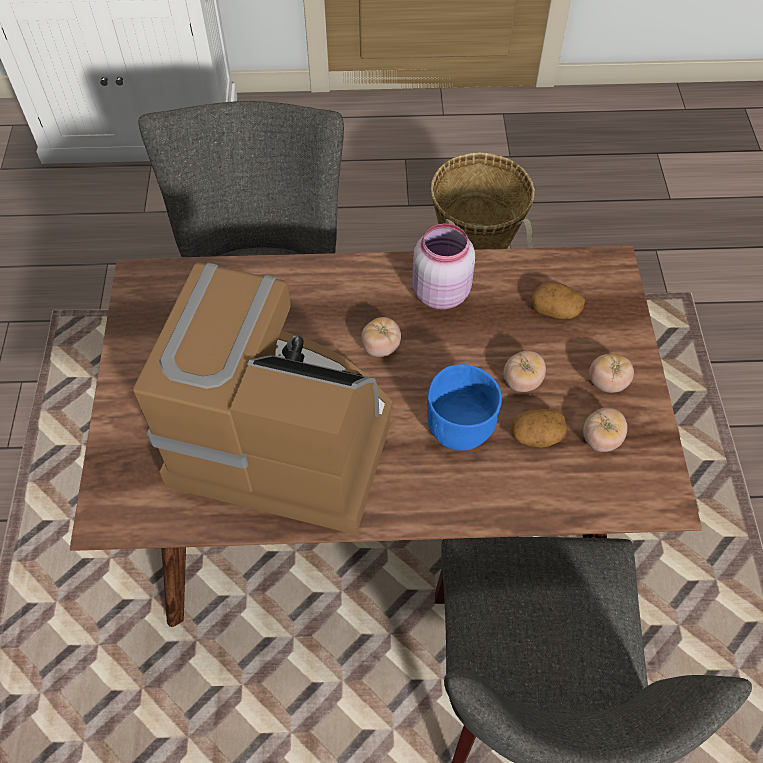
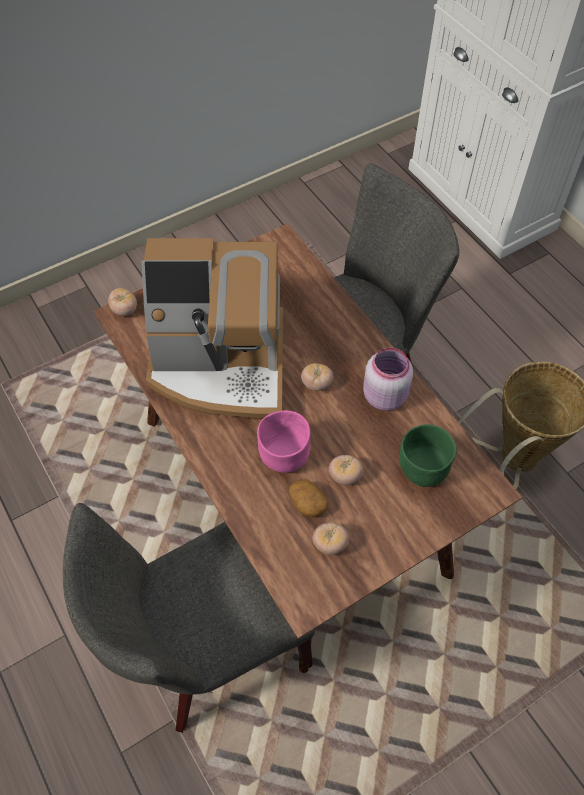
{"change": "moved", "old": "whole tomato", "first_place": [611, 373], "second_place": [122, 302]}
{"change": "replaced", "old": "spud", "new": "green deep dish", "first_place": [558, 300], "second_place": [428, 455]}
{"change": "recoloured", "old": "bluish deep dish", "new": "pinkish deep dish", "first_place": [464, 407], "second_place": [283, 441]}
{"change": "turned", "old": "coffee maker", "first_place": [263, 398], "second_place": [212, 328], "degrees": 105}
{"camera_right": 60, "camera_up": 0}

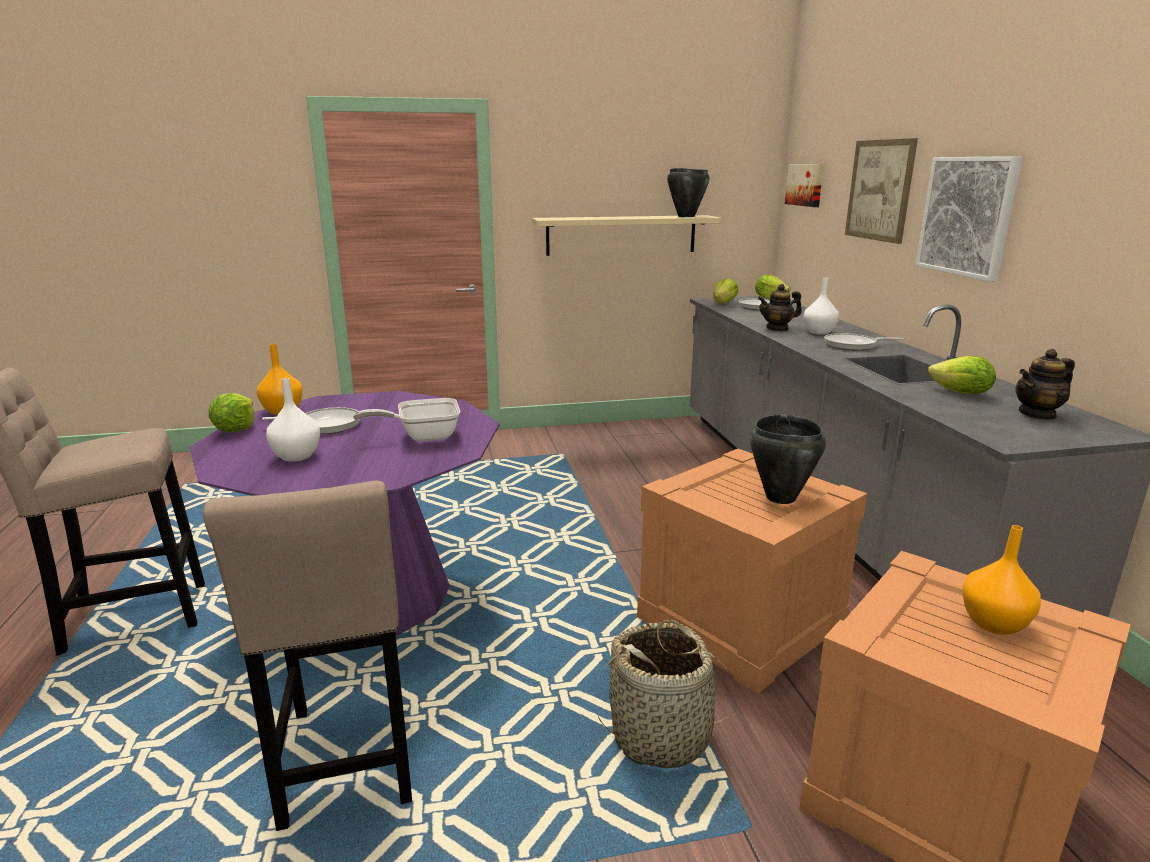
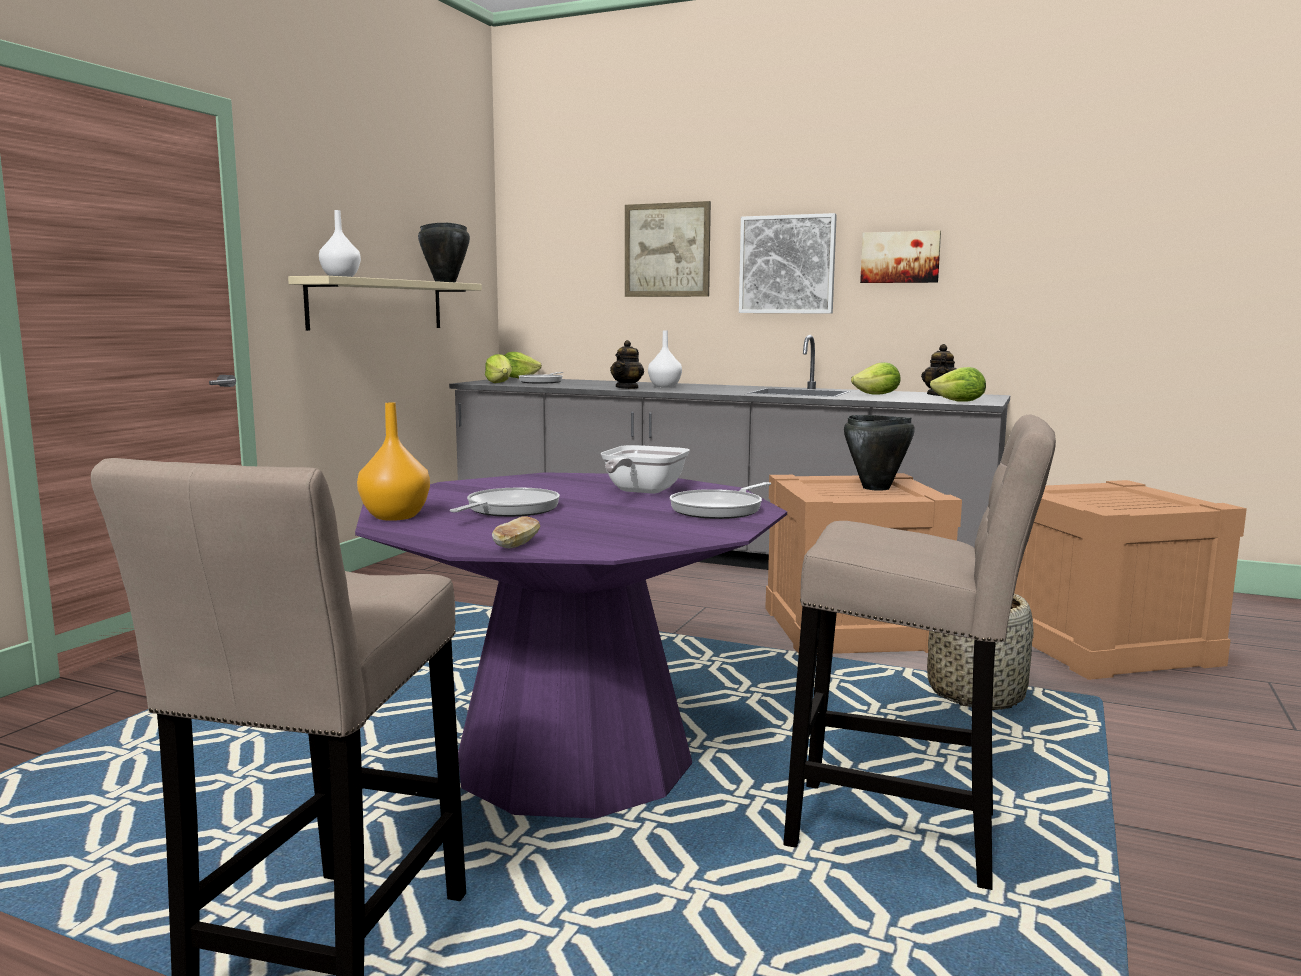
{"change": "removed", "old": "orangey vase", "first_place": [1001, 580]}
{"change": "added", "new": "bread", "second_place": [516, 532]}
{"change": "moved", "old": "lettuce", "first_place": [232, 412], "second_place": [958, 384]}
{"change": "moved", "old": "white-coloured vase", "first_place": [293, 419], "second_place": [340, 243]}
{"change": "moved", "old": "wall art", "first_place": [804, 185], "second_place": [900, 257]}
{"change": "moved", "old": "pan", "first_place": [864, 341], "second_place": [720, 500]}
{"camera_right": -55, "camera_up": -10}

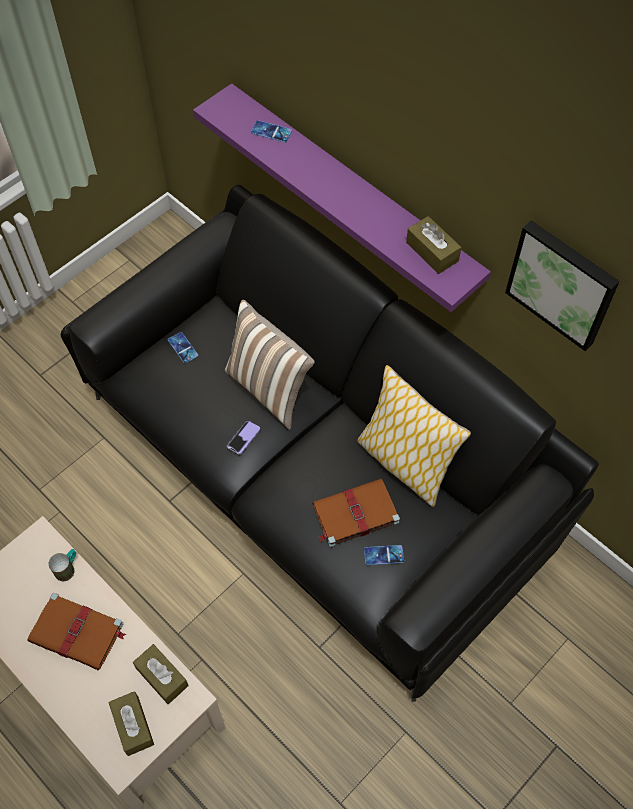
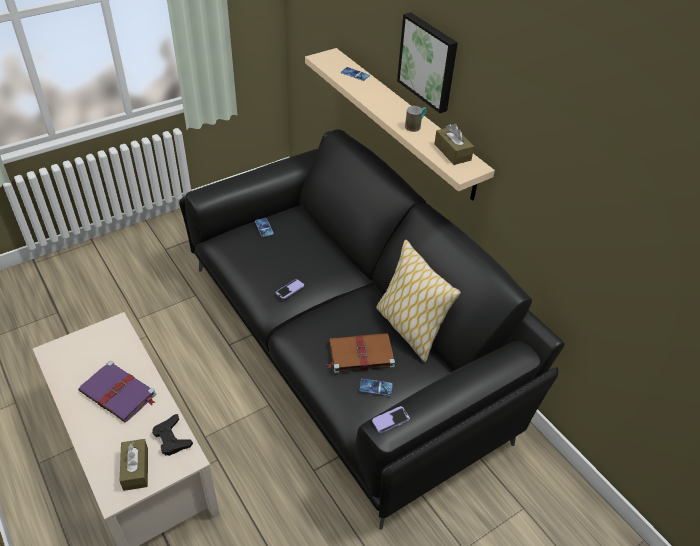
{"change": "removed", "old": "throw pillow", "first_place": [269, 365]}
{"change": "added", "new": "handset", "second_place": [391, 419]}
{"change": "moved", "old": "coffee mug", "first_place": [62, 565], "second_place": [415, 119]}
{"change": "moved", "old": "wall art", "first_place": [562, 285], "second_place": [427, 62]}
{"change": "replaced", "old": "brown-coloured tissue holder", "new": "black-coloured joypad", "first_place": [160, 674], "second_place": [172, 435]}
{"change": "recoloured", "old": "brown-coloured volume", "new": "purple volume", "first_place": [77, 631], "second_place": [117, 392]}
{"change": "recoloured", "old": "purple wall shelf", "new": "sand-coloured wall shelf", "first_place": [342, 197], "second_place": [400, 124]}
{"camera_right": 10, "camera_up": -15}

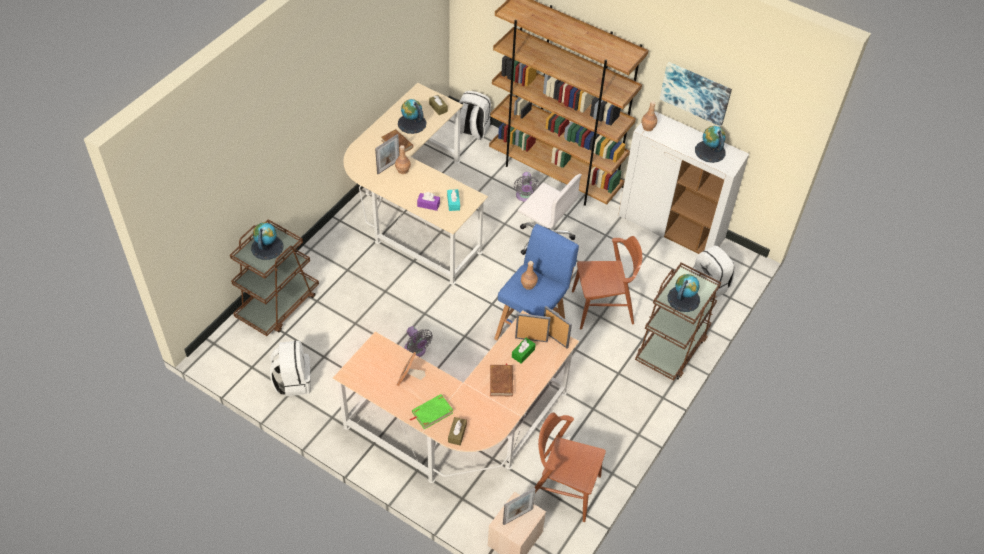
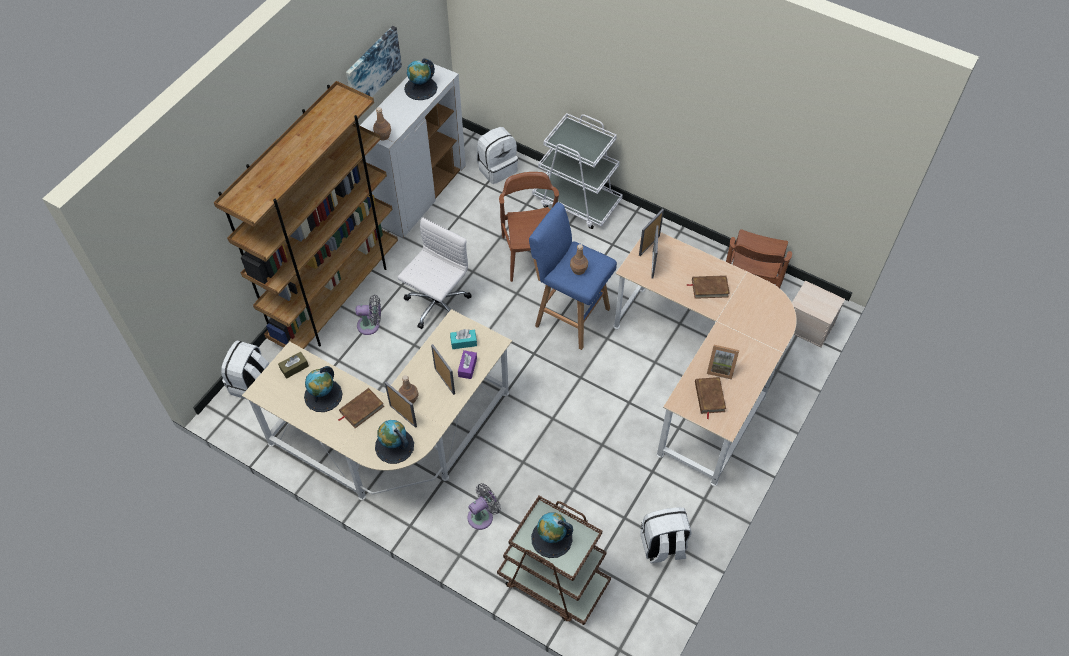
{"change": "removed", "old": "green volume", "first_place": [431, 411]}
{"change": "removed", "old": "brown-coloured tissue holder", "first_place": [457, 431]}
{"change": "removed", "old": "green tissue holder", "first_place": [524, 351]}
{"change": "added", "new": "brown-coloured volume", "second_place": [710, 398]}
{"change": "moved", "old": "grey fan", "first_place": [418, 341], "second_place": [484, 506]}
{"change": "moved", "old": "photo frame", "first_place": [519, 506], "second_place": [443, 369]}
{"change": "moved", "old": "world globe", "first_place": [684, 293], "second_place": [394, 442]}
{"change": "recoloured", "old": "brown-coloured wheeled cart", "new": "white-coloured wheeled cart", "first_place": [678, 322], "second_place": [577, 171]}
{"camera_right": -90, "camera_up": 5}

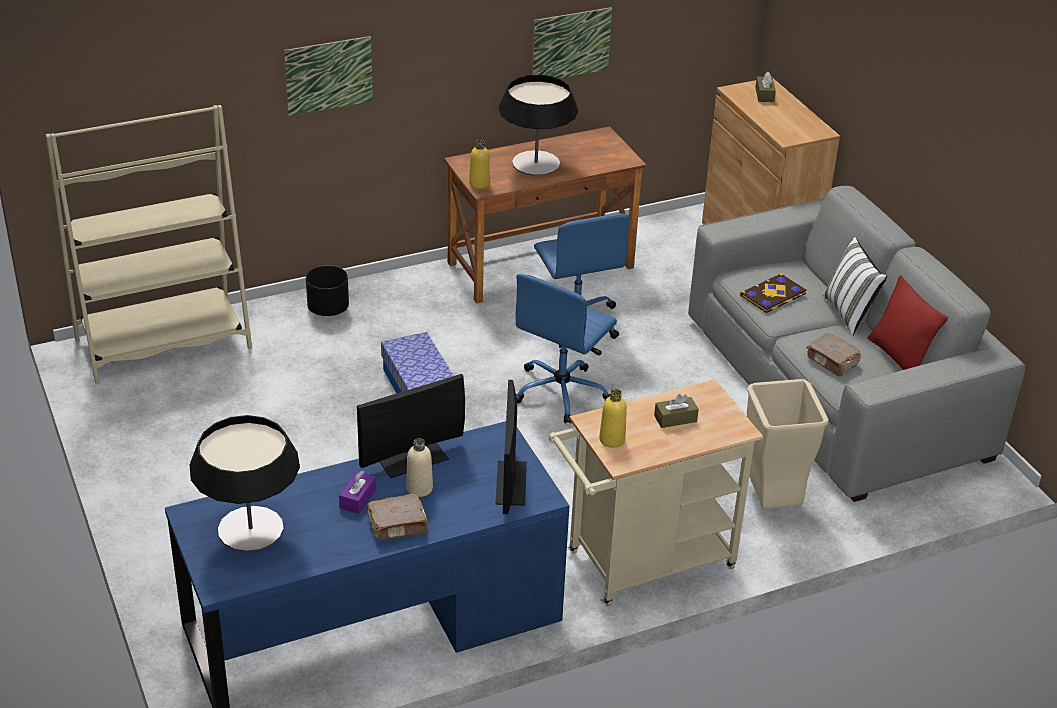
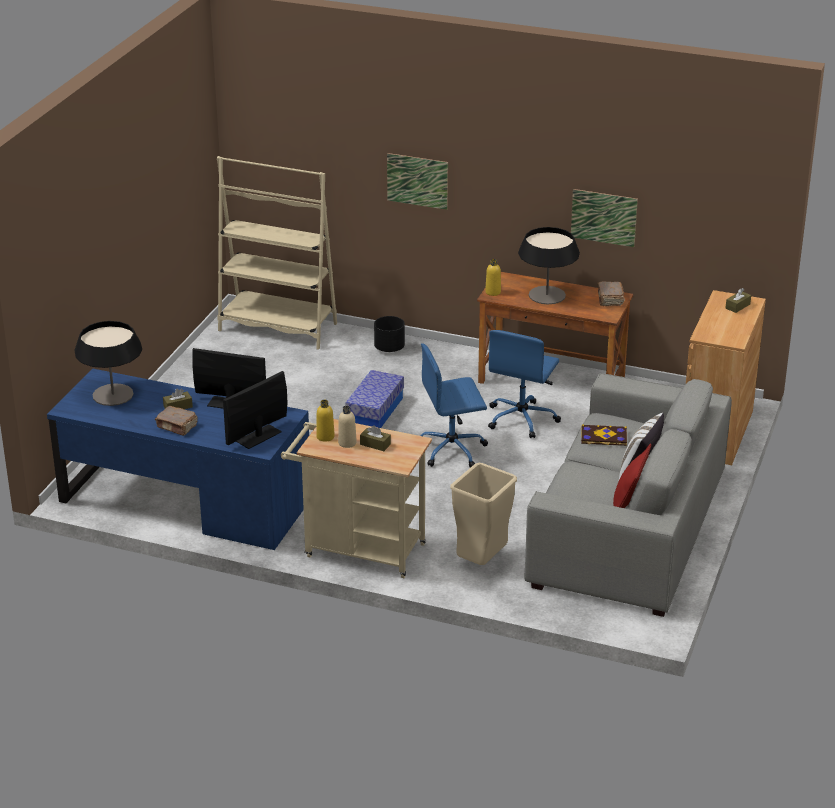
{"change": "moved", "old": "sand-coloured beverage bottle", "first_place": [419, 467], "second_place": [347, 427]}
{"change": "moved", "old": "brown-coloured volume", "first_place": [834, 354], "second_place": [611, 294]}
{"change": "recoloured", "old": "purple tissue holder", "new": "brown-coloured tissue holder", "first_place": [357, 492], "second_place": [178, 398]}
{"camera_right": 45, "camera_up": -5}

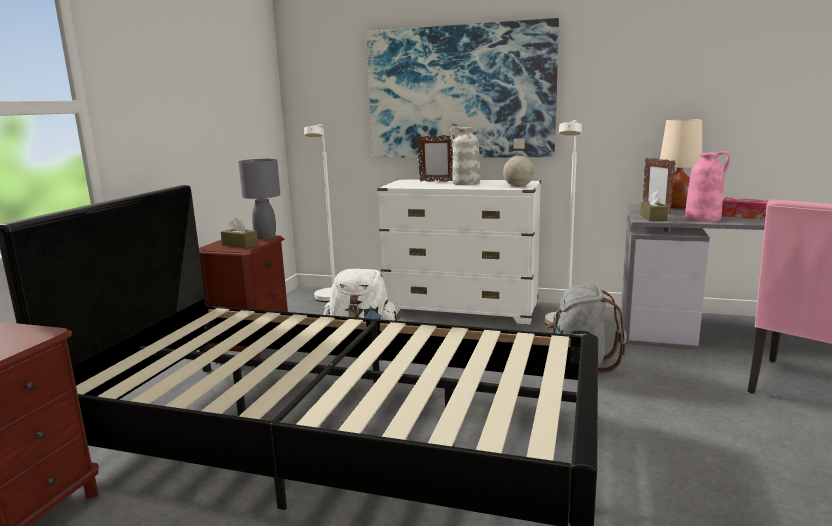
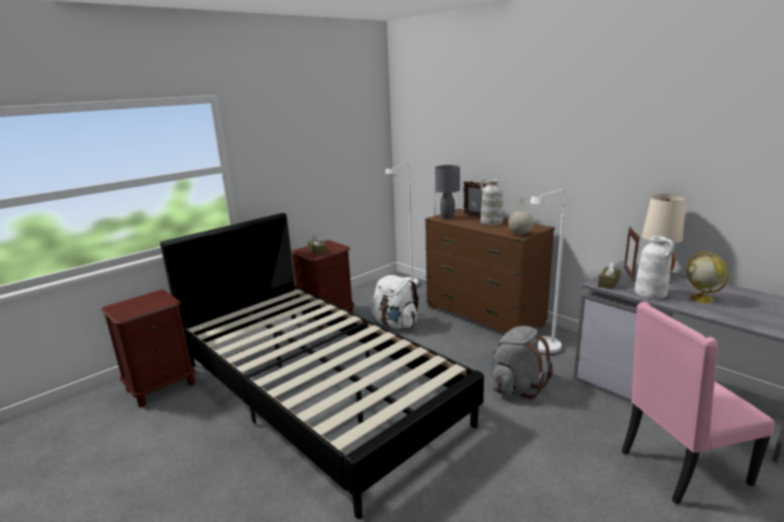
{"change": "removed", "old": "wall art", "first_place": [462, 88]}
{"change": "moved", "old": "grey lamp for a table", "first_place": [259, 199], "second_place": [447, 192]}
{"change": "replaced", "old": "tissue holder", "new": "world globe", "first_place": [745, 208], "second_place": [707, 277]}
{"change": "recoloured", "old": "white-coloured chest of drawers", "new": "brown-coloured chest of drawers", "first_place": [459, 252], "second_place": [490, 271]}
{"change": "recoloured", "old": "pinkish vase", "new": "white-coloured vase", "first_place": [707, 186], "second_place": [654, 267]}
{"camera_right": 30, "camera_up": 5}

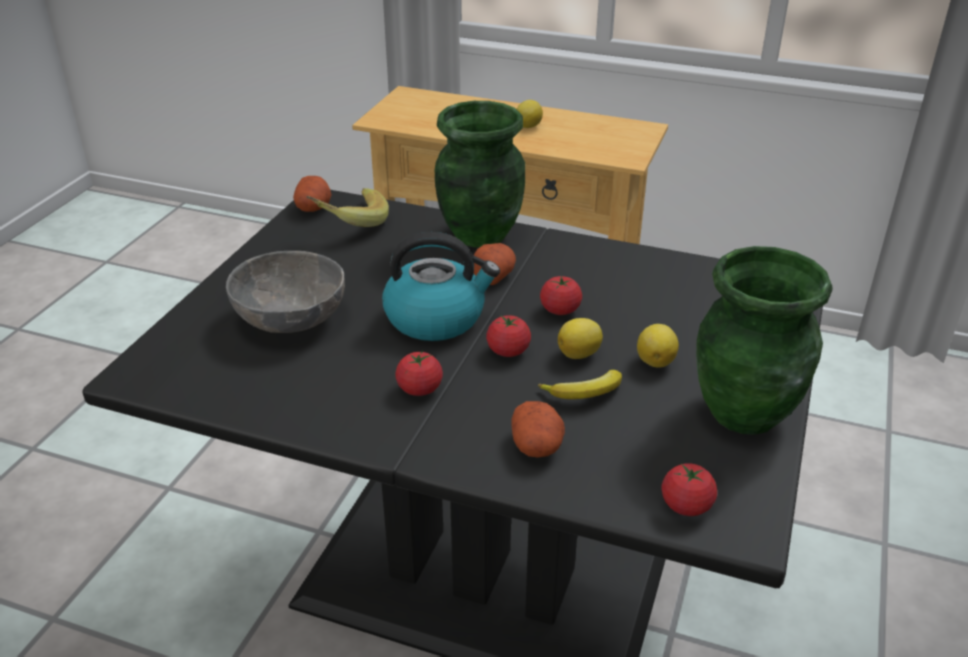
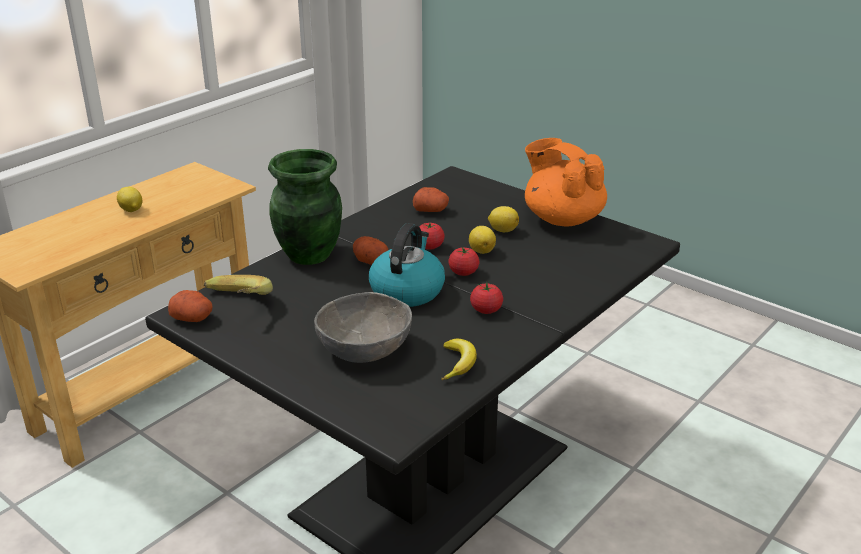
{"change": "removed", "old": "whole tomato", "first_place": [689, 489]}
{"change": "moved", "old": "spud", "first_place": [538, 429], "second_place": [431, 199]}
{"change": "moved", "old": "banana", "first_place": [580, 384], "second_place": [459, 359]}
{"change": "replaced", "old": "green vase", "new": "orangey pot for tea", "first_place": [764, 340], "second_place": [566, 182]}
{"camera_right": -70, "camera_up": -5}

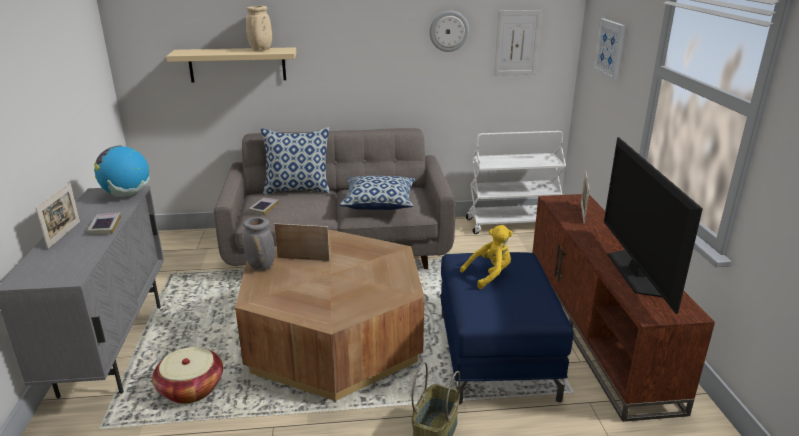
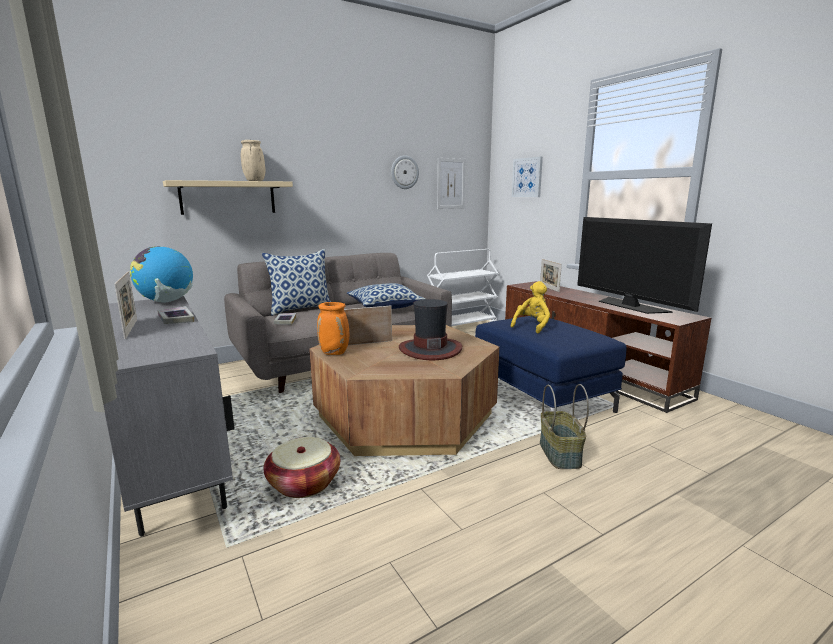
{"change": "added", "new": "hat", "second_place": [430, 329]}
{"change": "recoloured", "old": "grey vase", "new": "orangey vase", "first_place": [258, 244], "second_place": [333, 328]}
{"camera_right": -25, "camera_up": -10}

